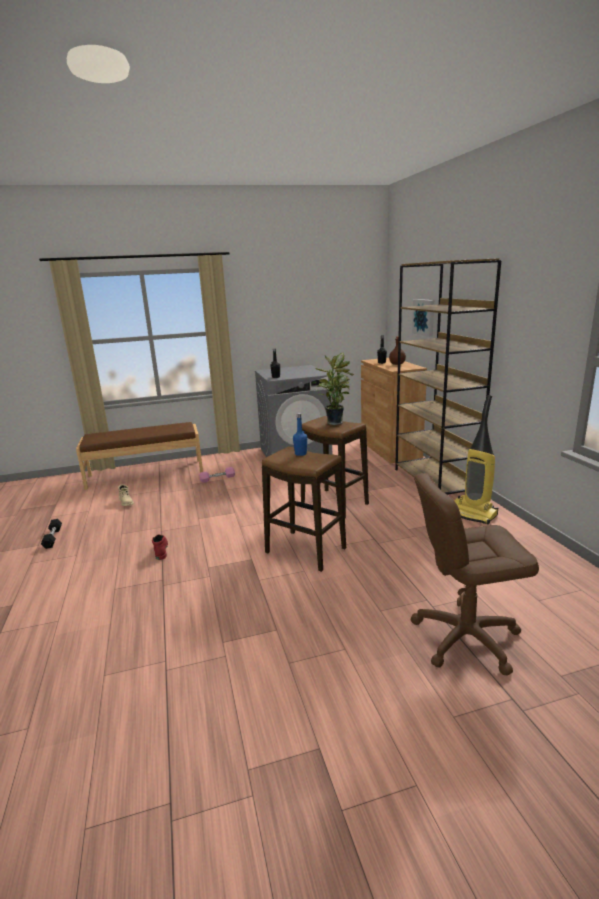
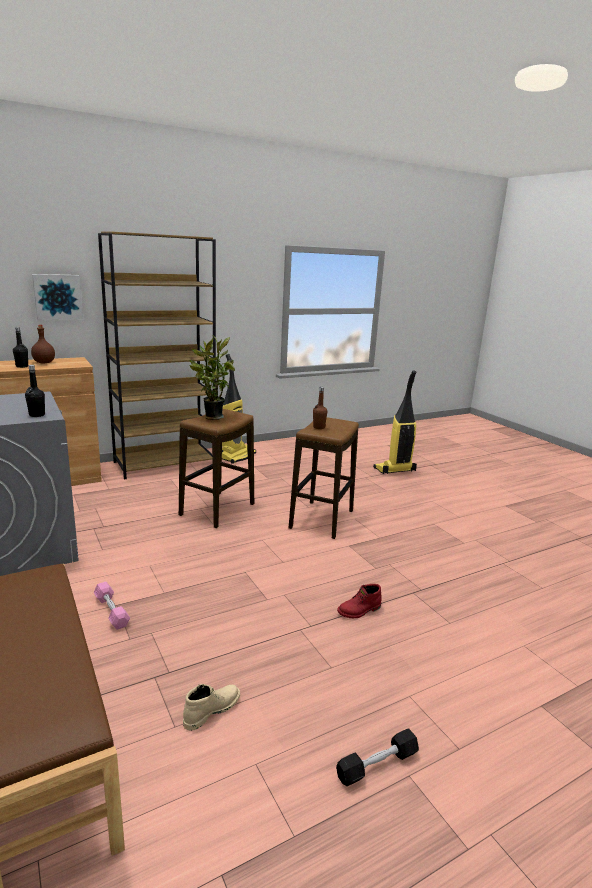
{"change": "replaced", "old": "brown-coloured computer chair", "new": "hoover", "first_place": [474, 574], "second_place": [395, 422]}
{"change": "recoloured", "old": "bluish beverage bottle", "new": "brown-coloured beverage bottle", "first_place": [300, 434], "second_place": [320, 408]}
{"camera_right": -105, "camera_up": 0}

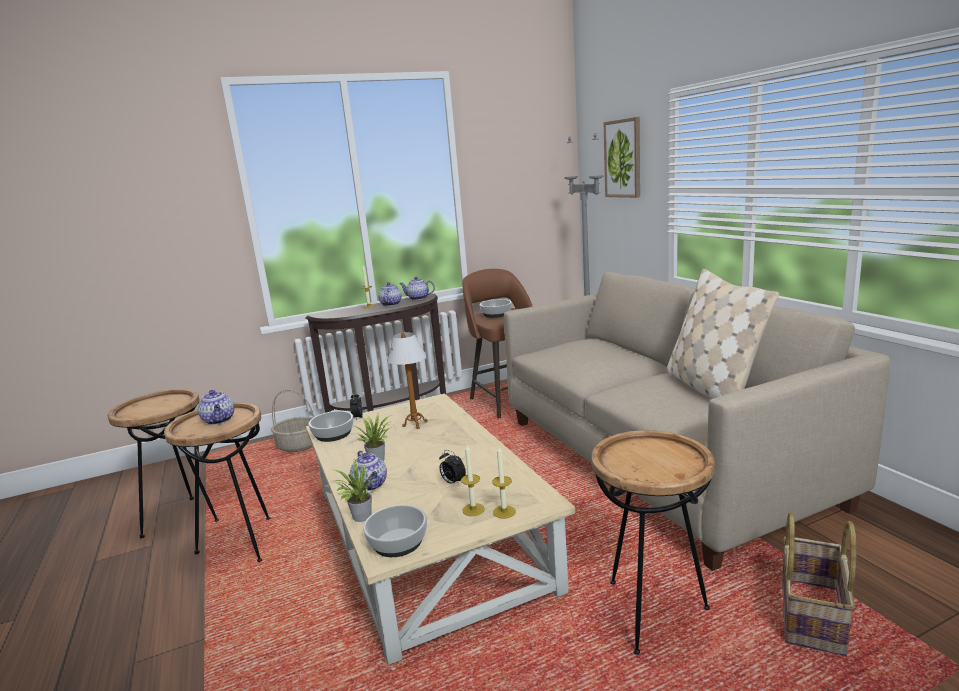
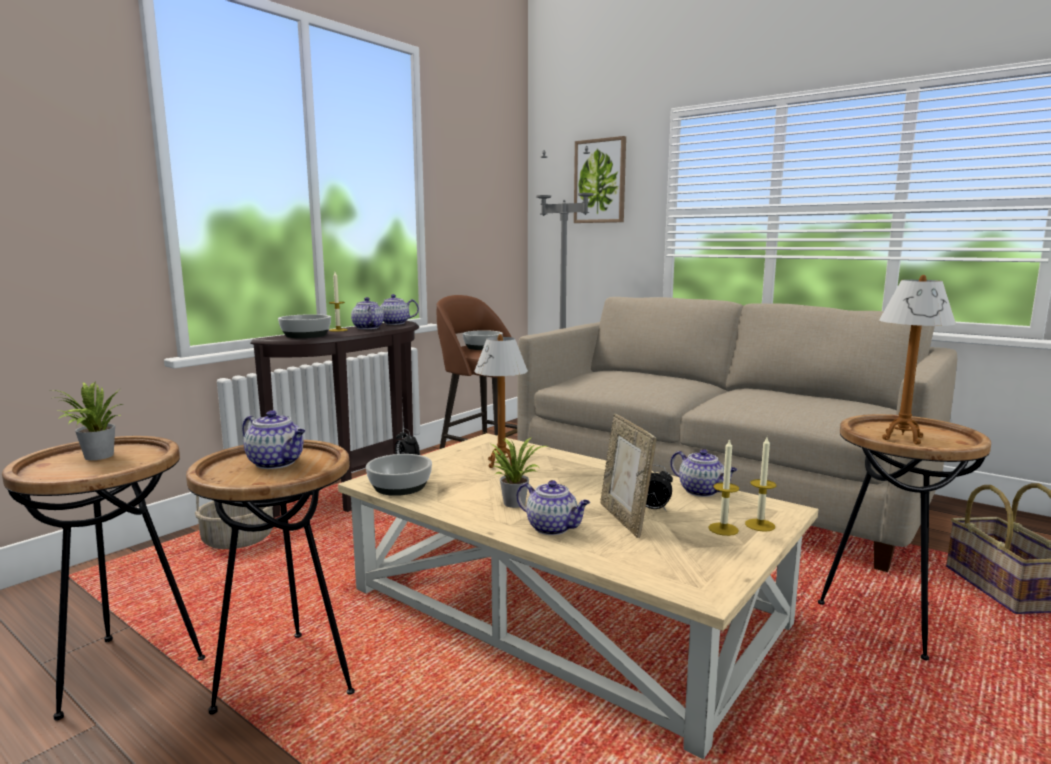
{"change": "removed", "old": "sand-coloured throw pillow", "first_place": [722, 334]}
{"change": "added", "new": "photo frame", "second_place": [628, 476]}
{"change": "added", "new": "pot for tea", "second_place": [704, 473]}
{"change": "added", "new": "lamp for a table", "second_place": [917, 359]}
{"change": "moved", "old": "plant in a pot", "first_place": [353, 490], "second_place": [87, 421]}
{"change": "moved", "old": "deep dish", "first_place": [395, 531], "second_place": [304, 326]}
{"camera_right": -30, "camera_up": -5}

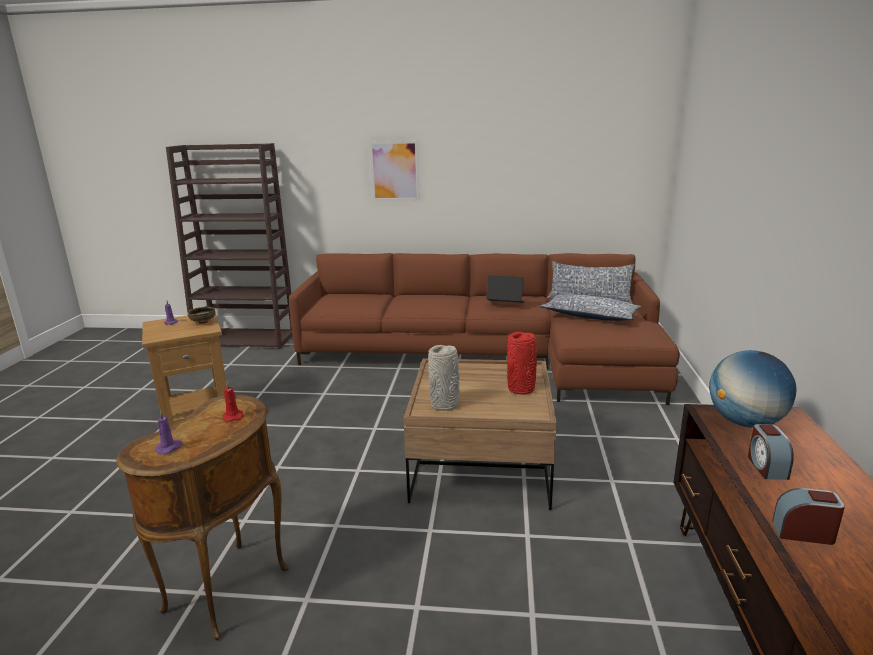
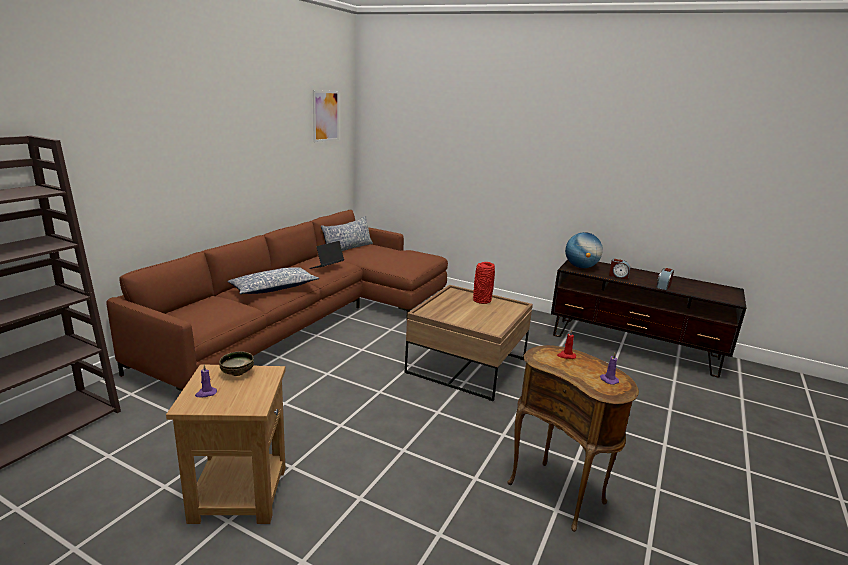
{"change": "removed", "old": "grey vase", "first_place": [444, 378]}
{"change": "moved", "old": "wall art", "first_place": [394, 170], "second_place": [326, 116]}
{"change": "moved", "old": "throw pillow", "first_place": [590, 307], "second_place": [273, 280]}
{"camera_right": -70, "camera_up": 0}

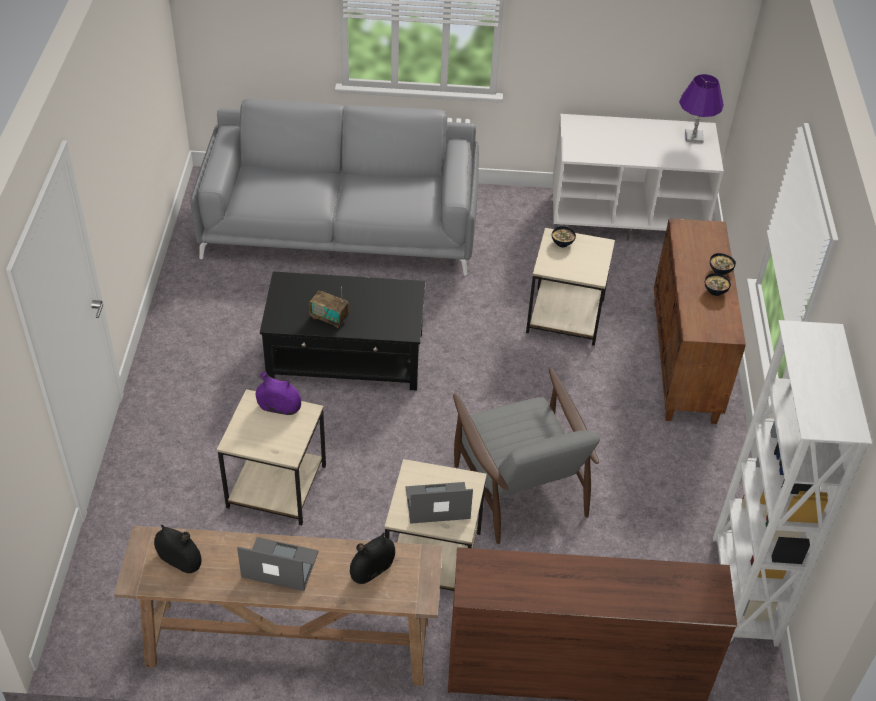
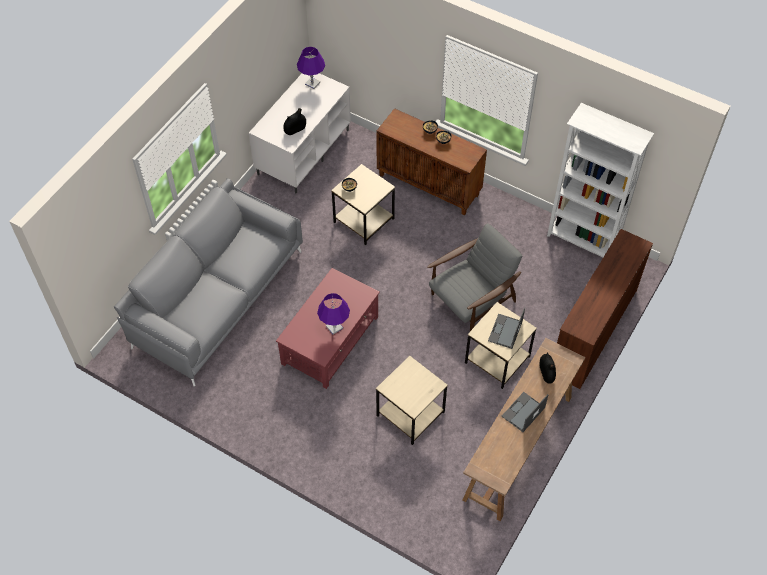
{"change": "removed", "old": "purple vase", "first_place": [278, 393]}
{"change": "moved", "old": "black-coloured vase", "first_place": [178, 549], "second_place": [294, 121]}
{"change": "replaced", "old": "radio receiver", "new": "purple lamp for a table", "first_place": [329, 307], "second_place": [333, 313]}
{"change": "recoloured", "old": "black-coloured coffee table", "new": "reddish coffee table", "first_place": [343, 331], "second_place": [328, 328]}
{"change": "turned", "old": "grey lounge chair", "first_place": [526, 456], "second_place": [474, 277], "degrees": -45}
{"camera_right": -60, "camera_up": 10}

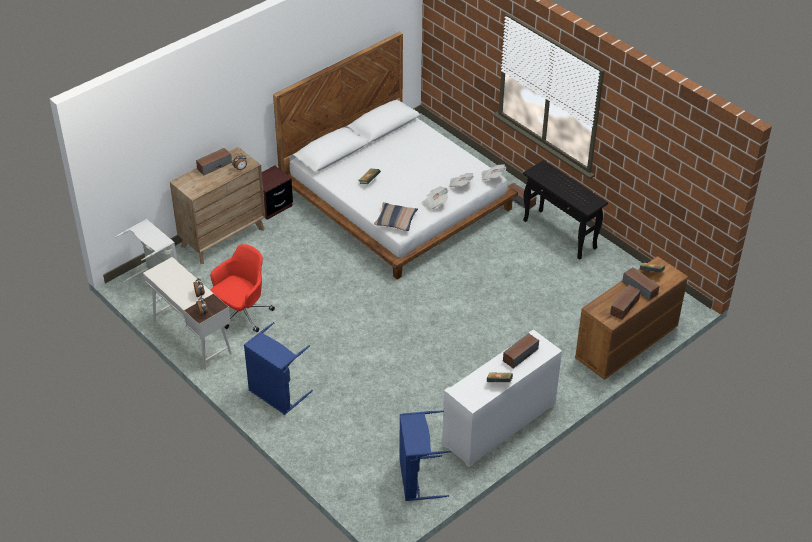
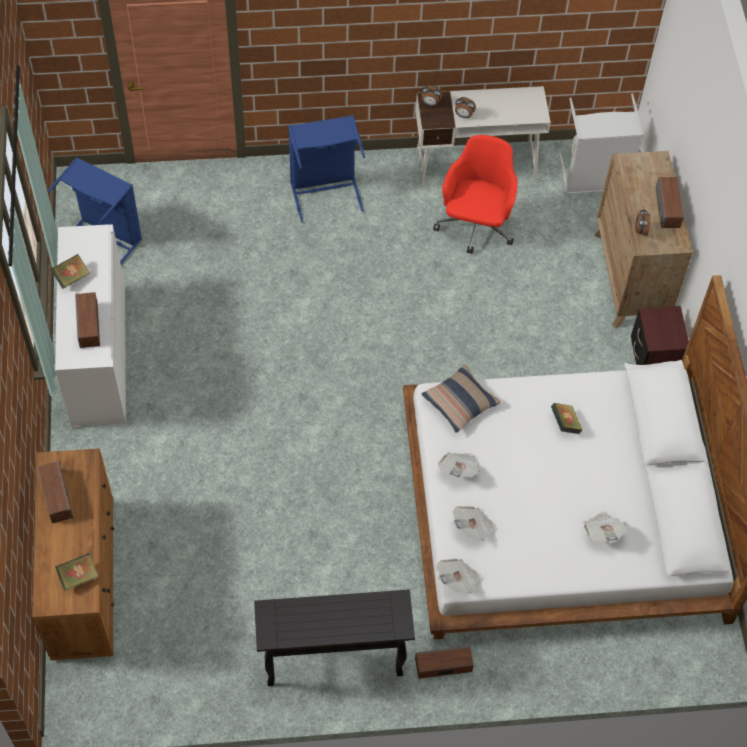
{"change": "removed", "old": "speaker", "first_place": [640, 284]}
{"change": "added", "new": "daily paper", "second_place": [605, 527]}
{"change": "turned", "old": "reddish computer chair", "first_place": [242, 288], "second_place": [475, 194], "degrees": -150}
{"camera_right": 125, "camera_up": 15}

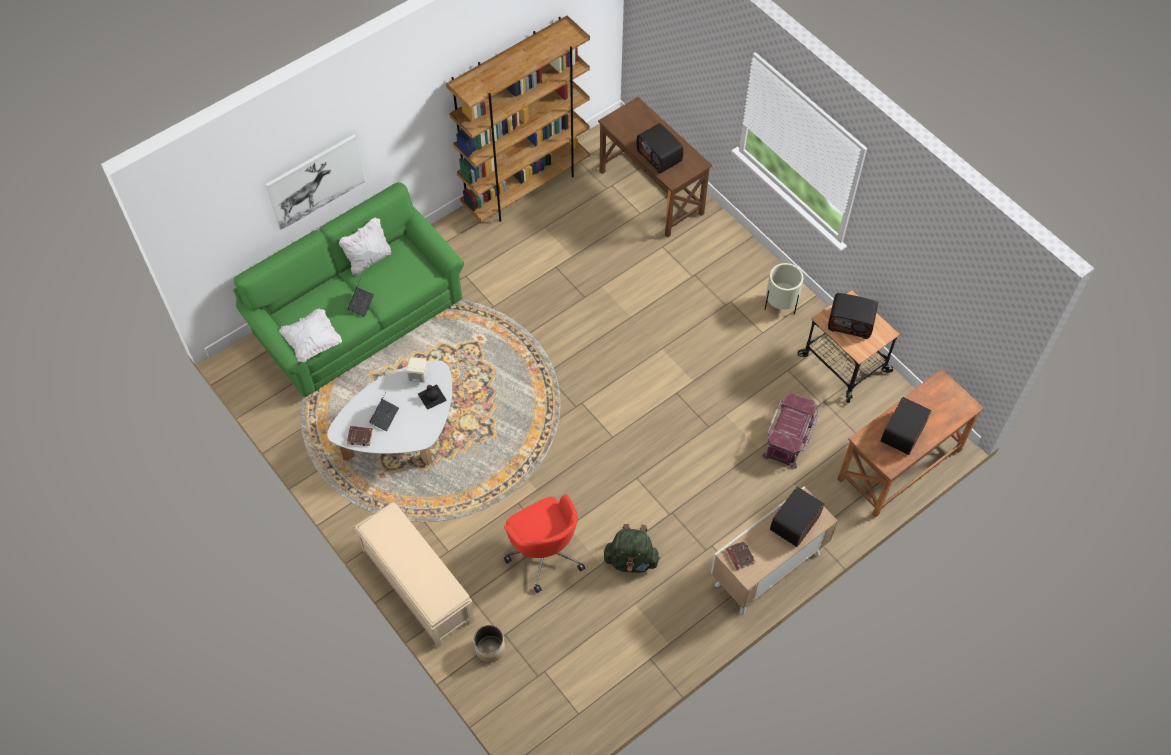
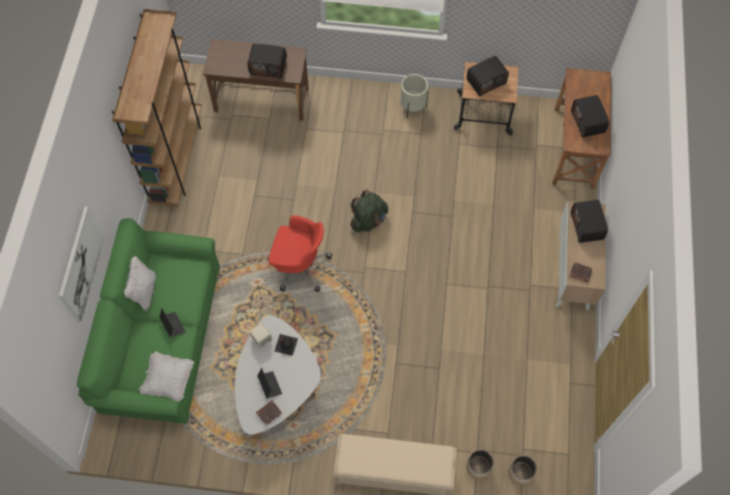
{"change": "removed", "old": "reddish storage bin", "first_place": [790, 431]}
{"change": "added", "new": "planter", "second_place": [522, 470]}
{"change": "moved", "old": "reddish computer chair", "first_place": [544, 543], "second_place": [300, 253]}
{"change": "moved", "old": "green backpack", "first_place": [632, 548], "second_place": [369, 211]}
{"camera_right": -45, "camera_up": 5}

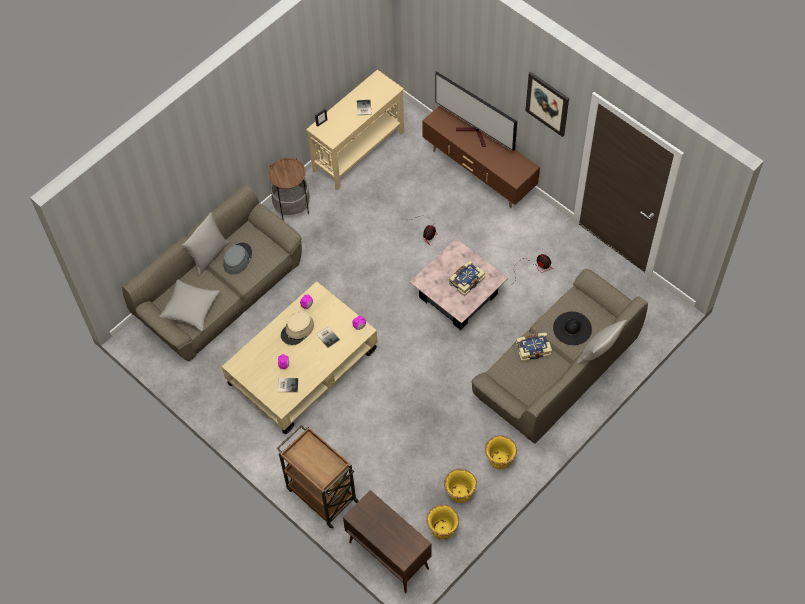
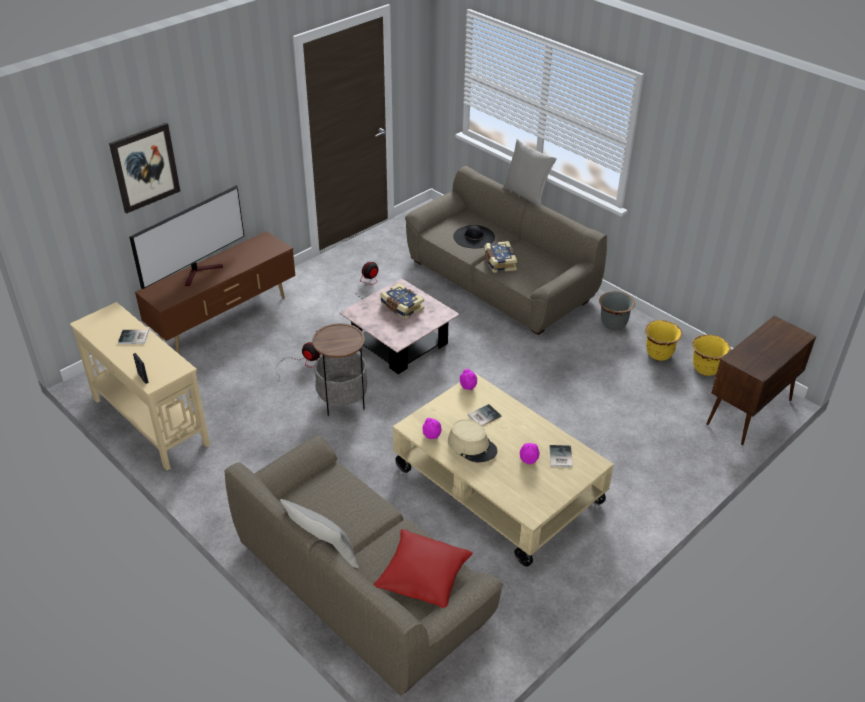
{"change": "removed", "old": "grey hat", "first_place": [237, 259]}
{"change": "removed", "old": "brown-coloured wheeled cart", "first_place": [317, 476]}
{"change": "moved", "old": "accent table", "first_place": [289, 189], "second_place": [339, 369]}
{"change": "moved", "old": "wall art", "first_place": [547, 104], "second_place": [144, 168]}
{"change": "recoloured", "old": "grey throw pillow", "new": "reddish throw pillow", "first_place": [190, 305], "second_place": [423, 568]}
{"change": "recoloured", "old": "yellow-coloured planter", "new": "grey planter", "first_place": [501, 452], "second_place": [617, 310]}
{"camera_right": -90, "camera_up": -20}

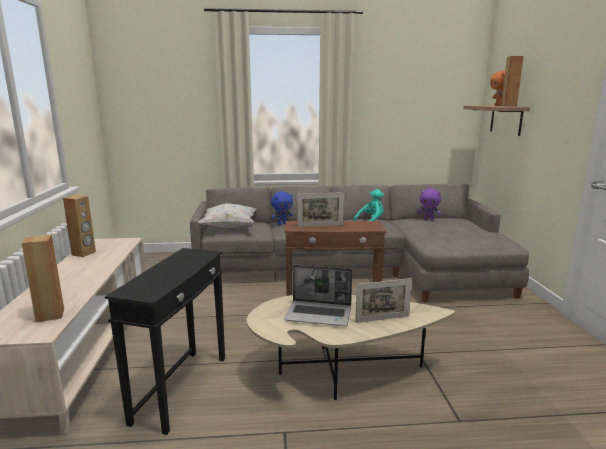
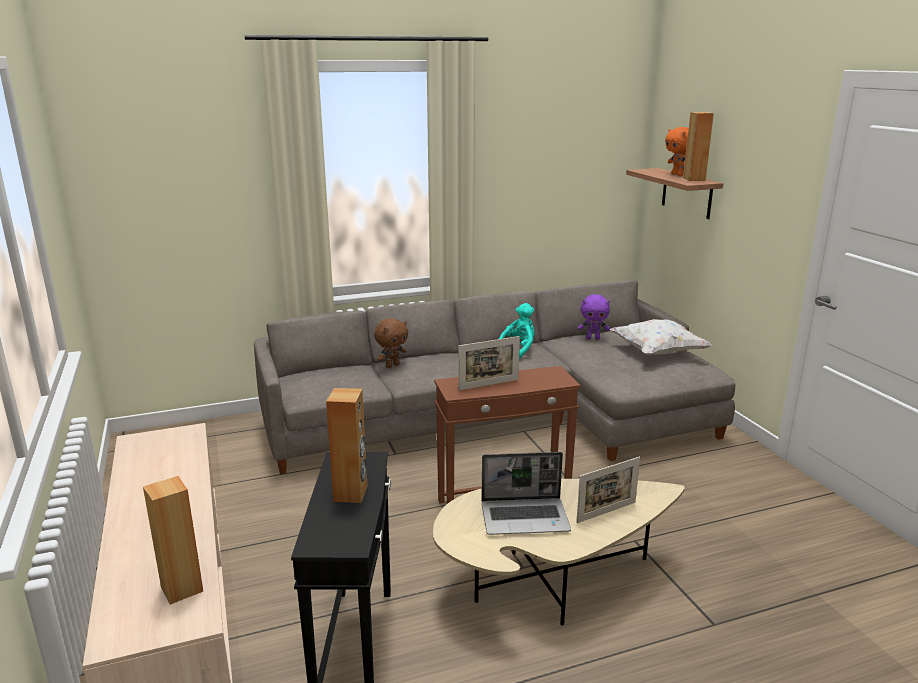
{"change": "moved", "old": "brown-coloured speaker", "first_place": [79, 226], "second_place": [346, 445]}
{"change": "moved", "old": "white-coloured throw pillow", "first_place": [227, 215], "second_place": [661, 337]}
{"change": "recoloured", "old": "bluish soft toy", "new": "brown-coloured soft toy", "first_place": [282, 208], "second_place": [391, 343]}
{"camera_right": -15, "camera_up": 5}

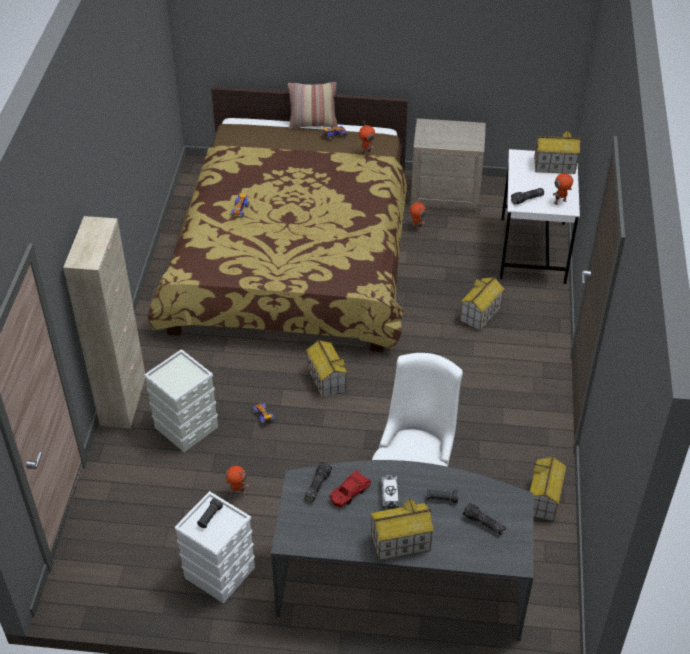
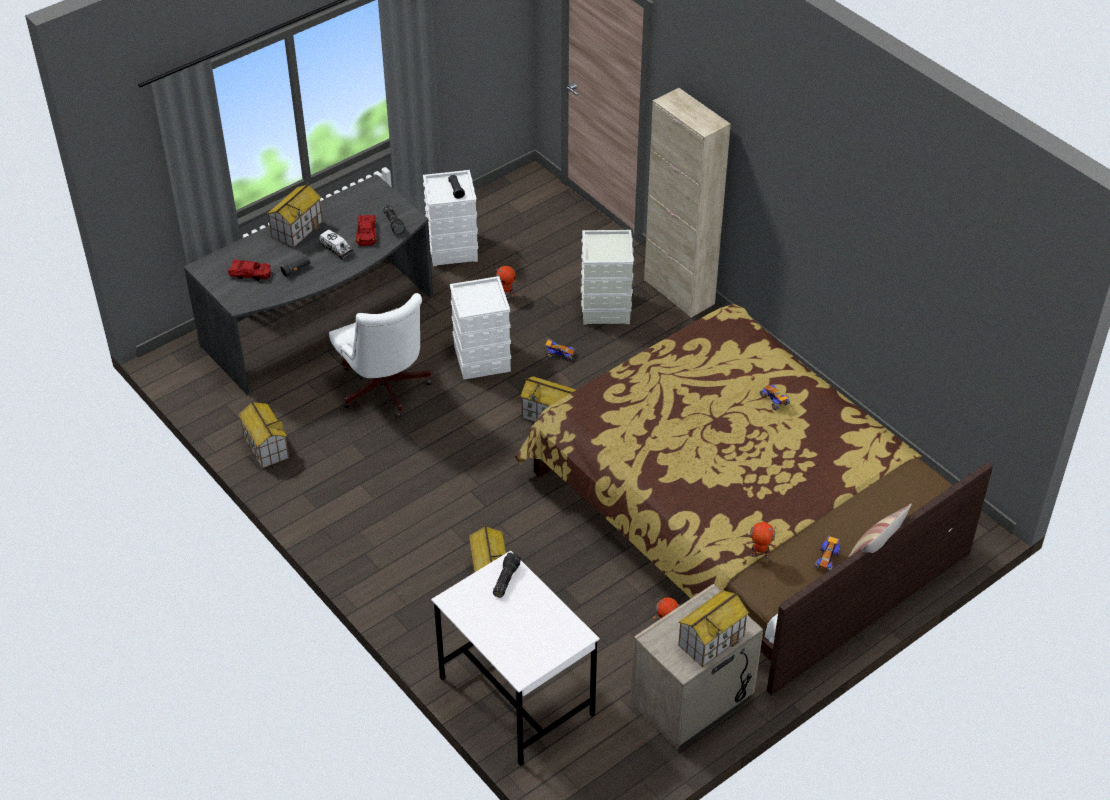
{"change": "removed", "old": "toy robot", "first_place": [564, 188]}
{"change": "added", "new": "white-coloured storage bin", "second_place": [480, 328]}
{"change": "moved", "old": "miniature house", "first_place": [557, 152], "second_place": [713, 628]}
{"change": "replaced", "old": "torch", "new": "reddish model car", "first_place": [484, 519], "second_place": [249, 270]}
{"camera_right": 135, "camera_up": 0}

